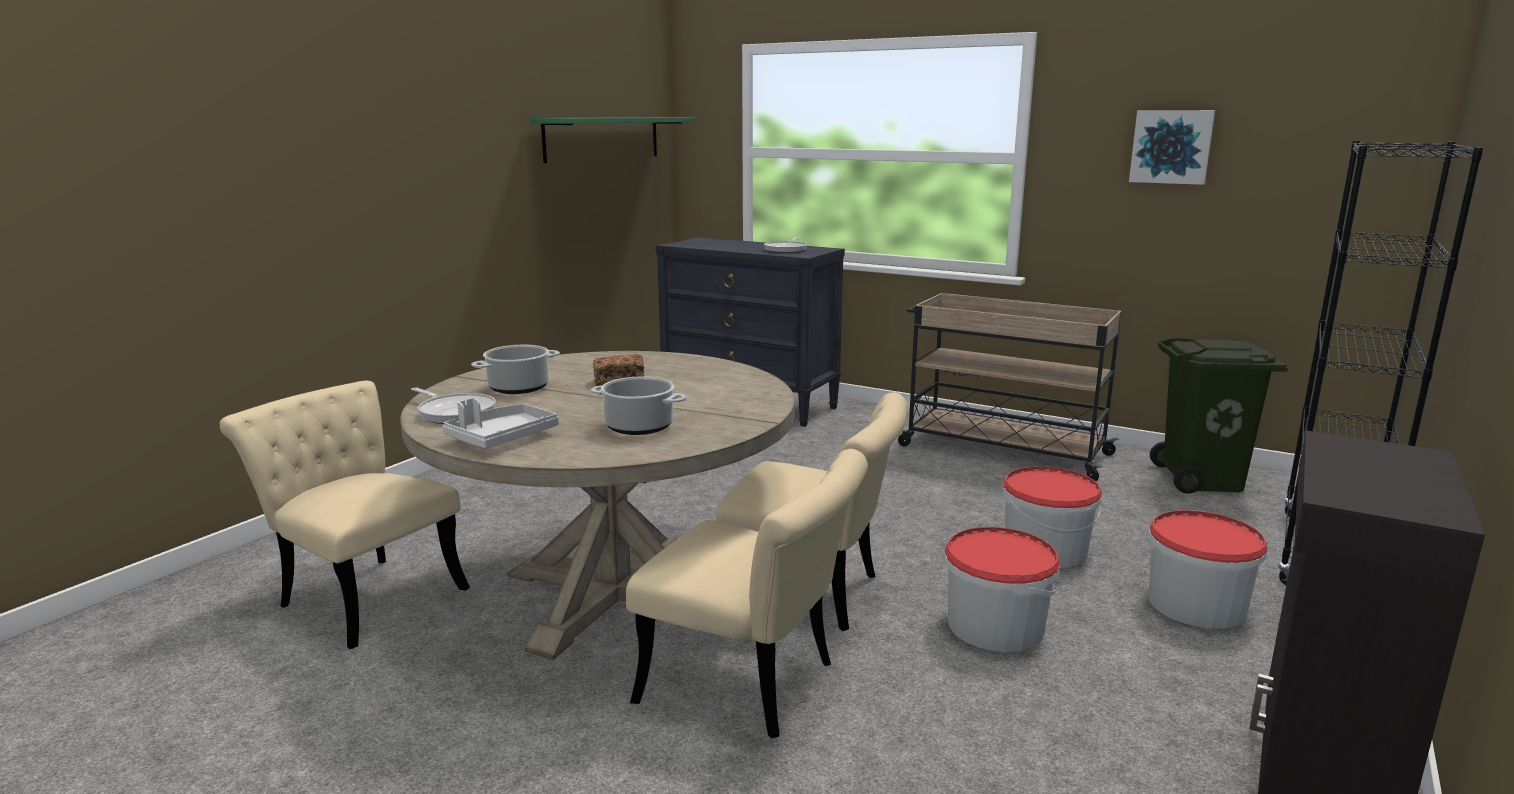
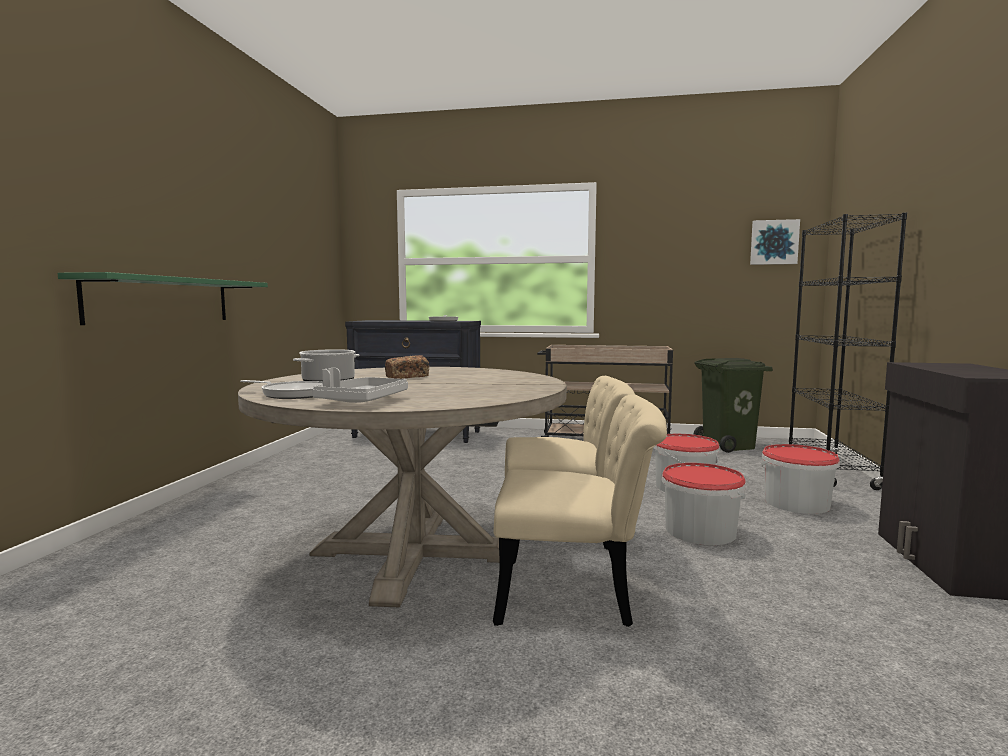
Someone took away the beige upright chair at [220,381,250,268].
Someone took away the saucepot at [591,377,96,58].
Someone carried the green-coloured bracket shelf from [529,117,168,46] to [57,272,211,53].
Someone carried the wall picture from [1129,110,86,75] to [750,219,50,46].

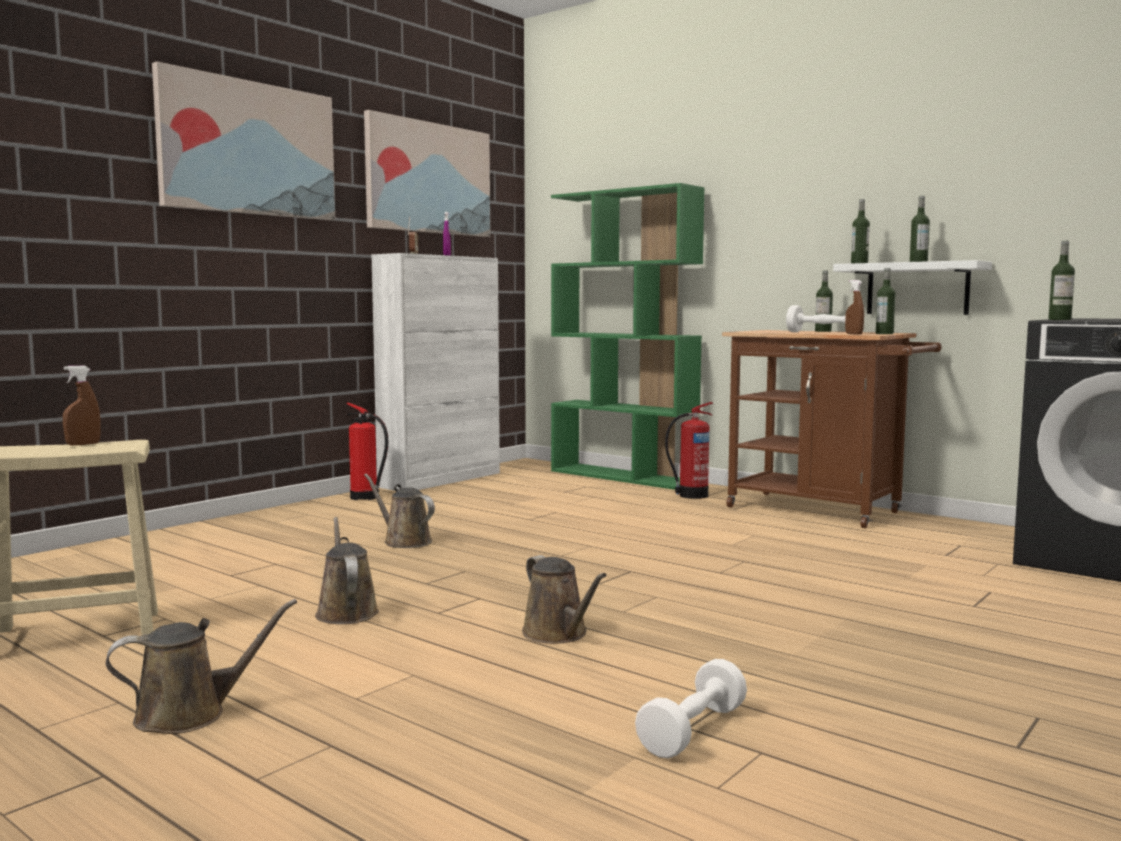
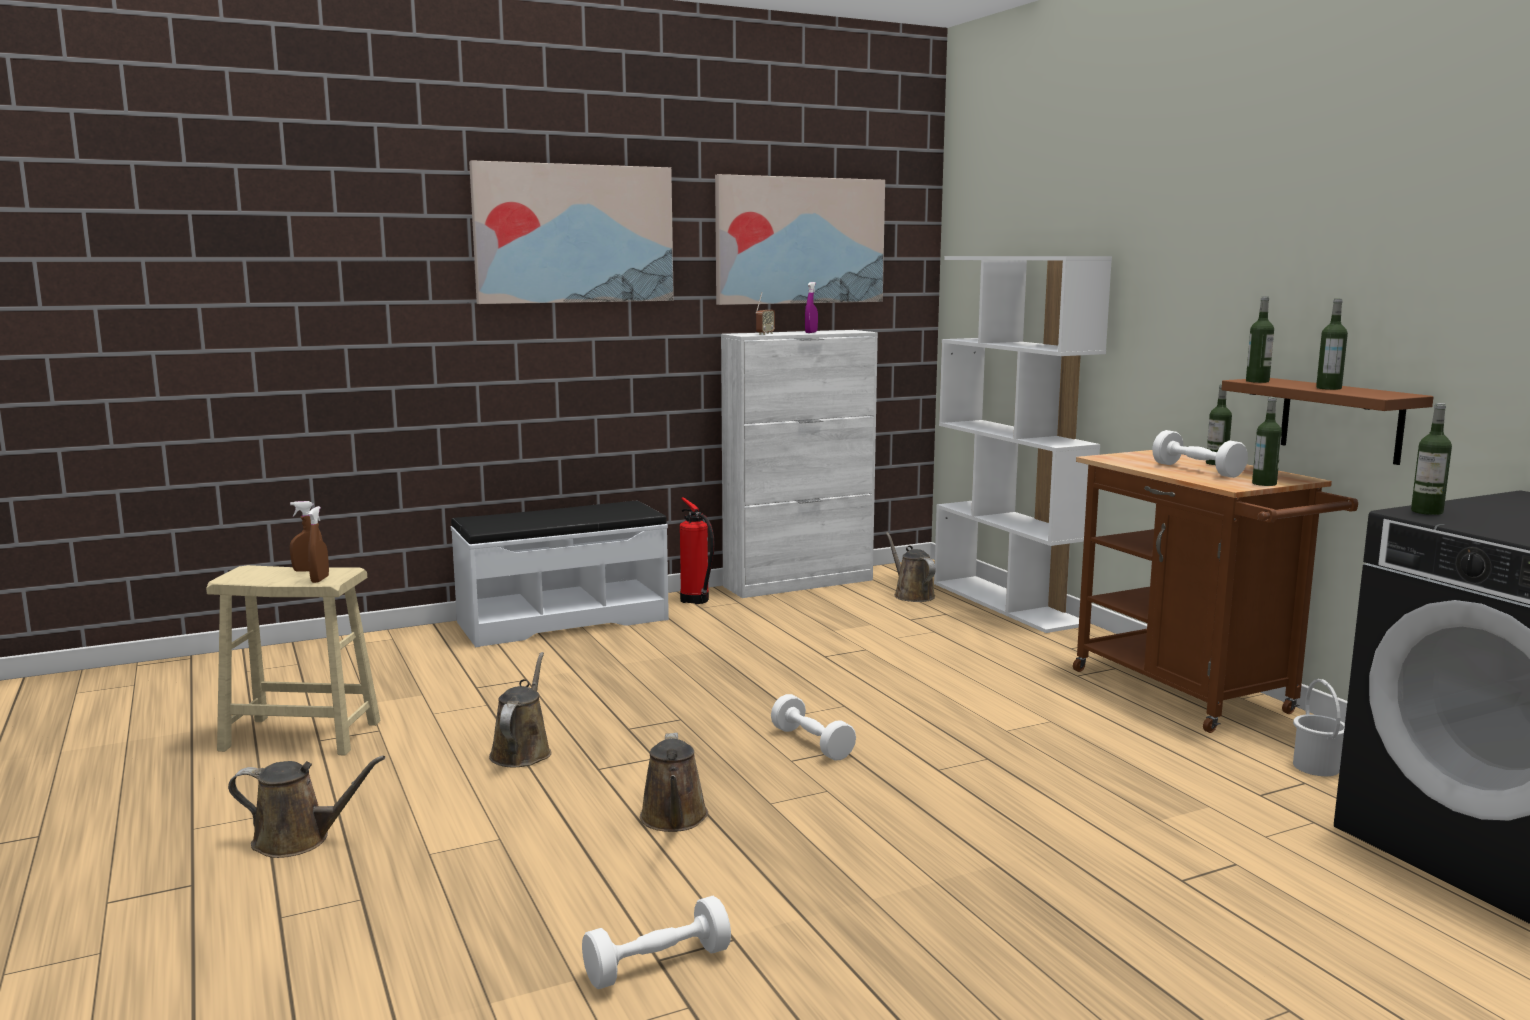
Someone took away the extinguisher at [665,402,48,97].
Someone put down the whitish long seat at [451,501,218,146].
Someone put down the whitish hand weight at [771,694,85,66].
Someone put down the whitish water bucket at [1293,679,52,97].
Someone carried the brown watering can from [364,474,71,74] to [886,532,49,70].
Someone carried the brown sprayer from [845,280,19,55] to [308,506,21,77].
Someone repainted the green-coloured bookcase at [551,183,154,307], which became the whitish bookcase at [934,256,178,377].
Someone repainted the whitish bracket shelf at [833,260,159,55], which became the brown bracket shelf at [1221,378,213,87].

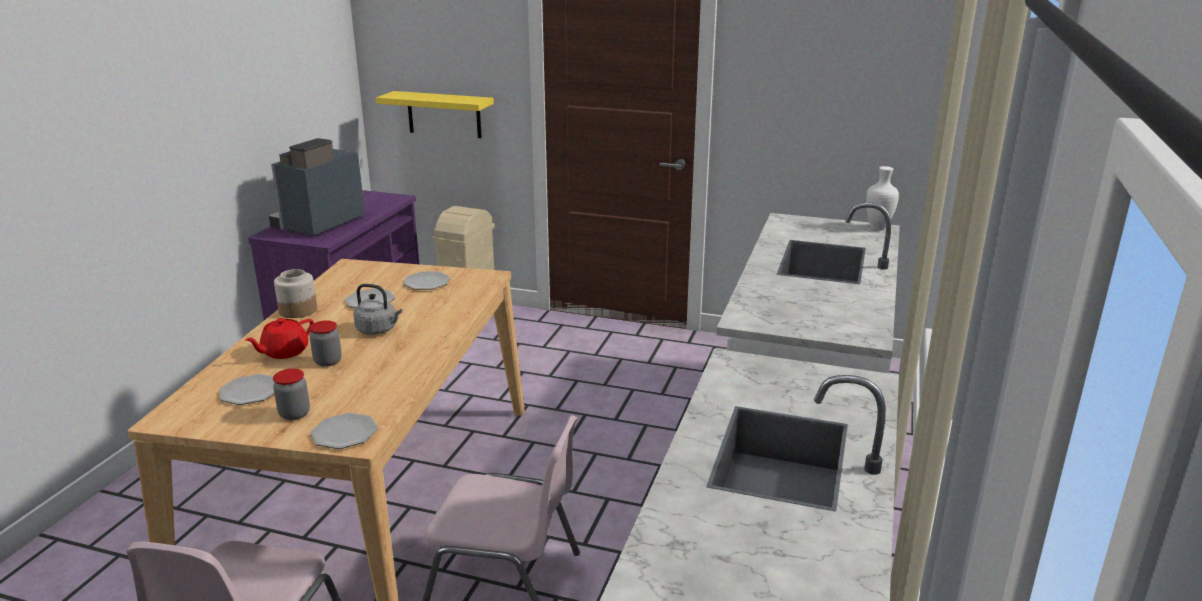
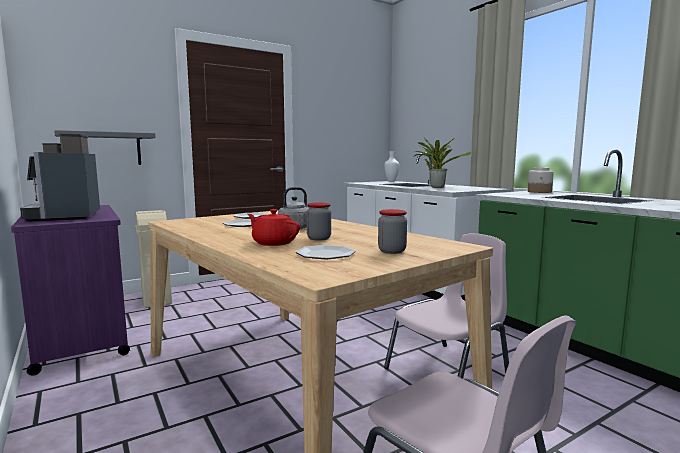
Someone took away the plate at [310,413,68,36].
Someone put down the potted plant at [415,138,56,50].
Someone carried the jar from [274,269,43,49] to [528,168,26,25].
Someone repainted the yellow-coloured bracket shelf at [376,91,118,47], which became the greyish bracket shelf at [54,130,102,35].
Someone rotated the red tea pot at [245,318,69,41] by 135 degrees clockwise.

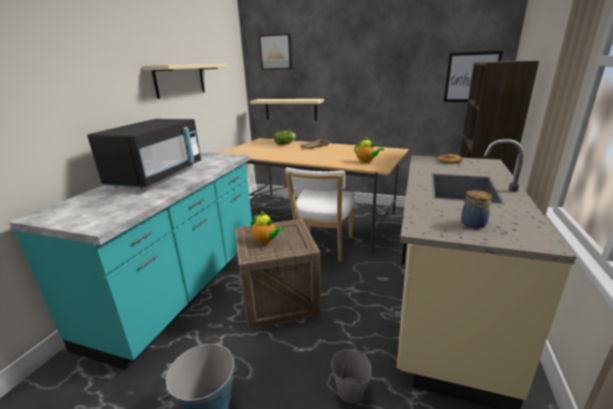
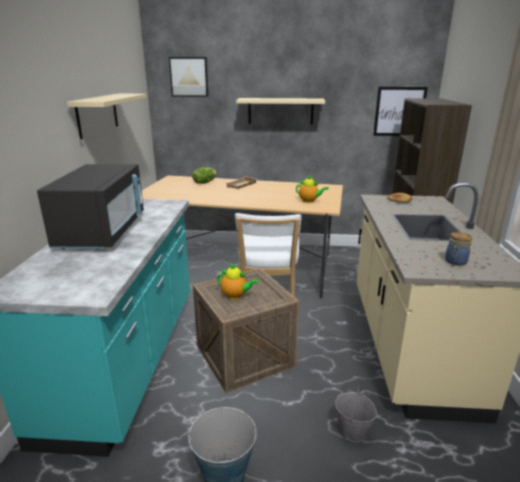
Someone carried the beige bracket shelf from [250,99,74,22] to [236,98,89,27].

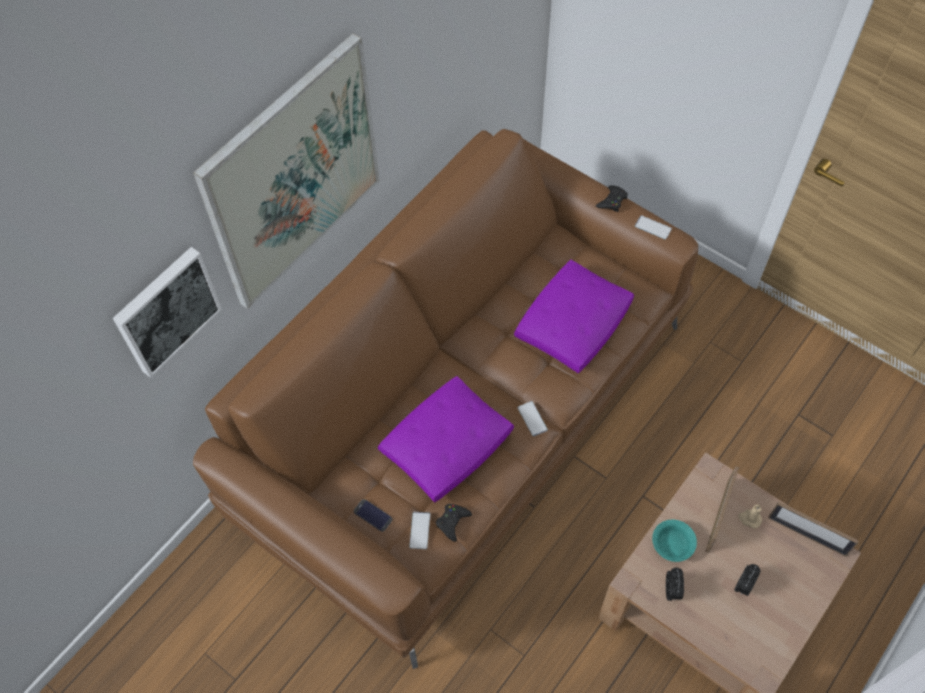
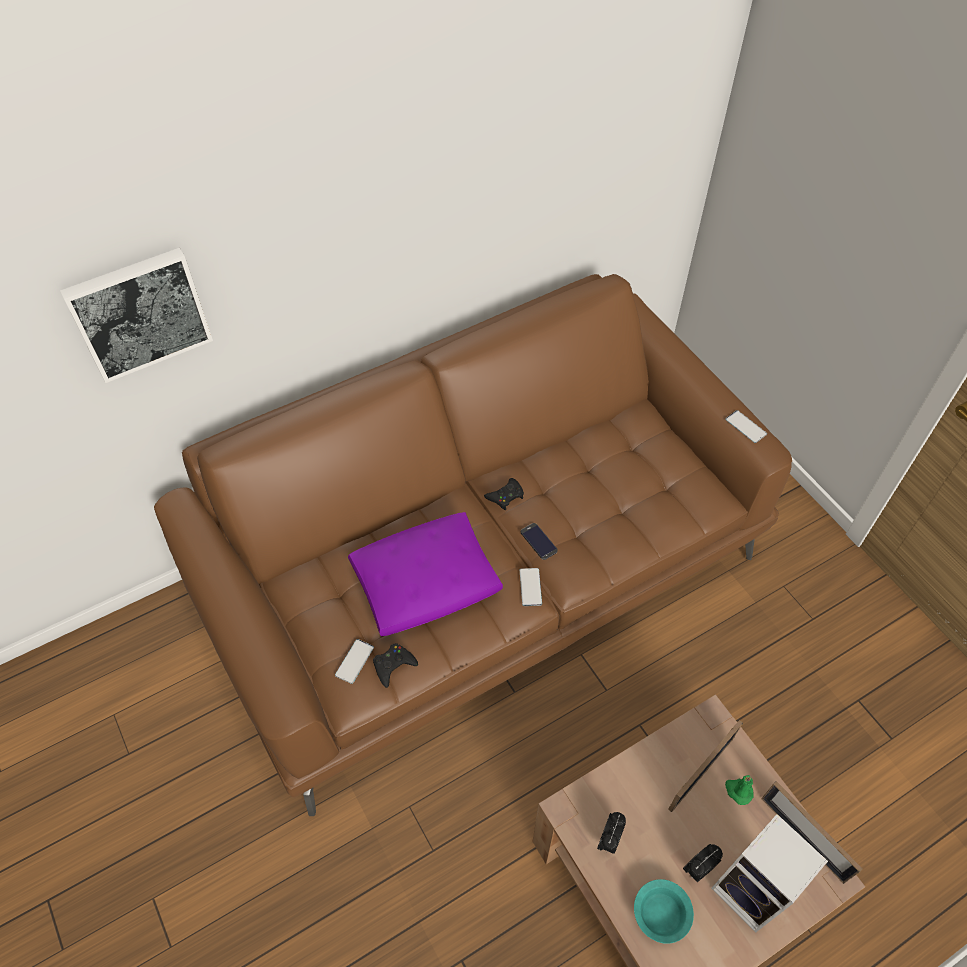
Someone took away the wall picture at [193,33,187,276].
Someone took away the purple throw pillow at [514,260,120,113].
Someone put down the speaker at [711,814,117,119].
Someone carried the phone from [354,499,38,33] to [521,523,37,37].
Someone carried the blackish game controller from [596,185,32,27] to [484,478,40,32].
Someone carried the blue-green serving bowl from [652,520,45,42] to [634,879,60,65].
Someone repainted the beige wax candle at [738,505,24,24], which became the green-coloured wax candle at [725,775,29,30].

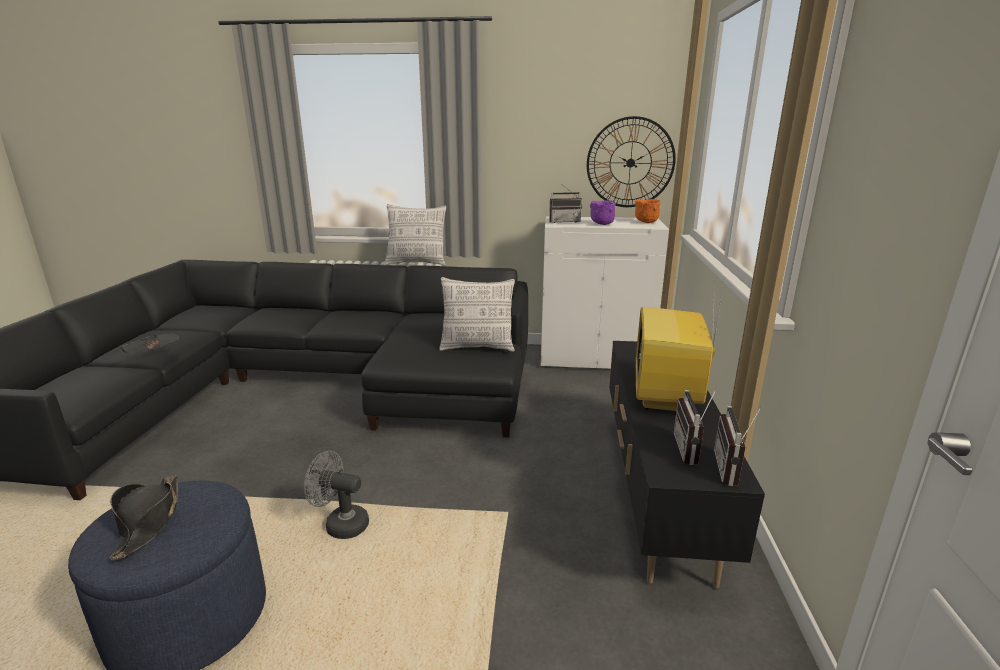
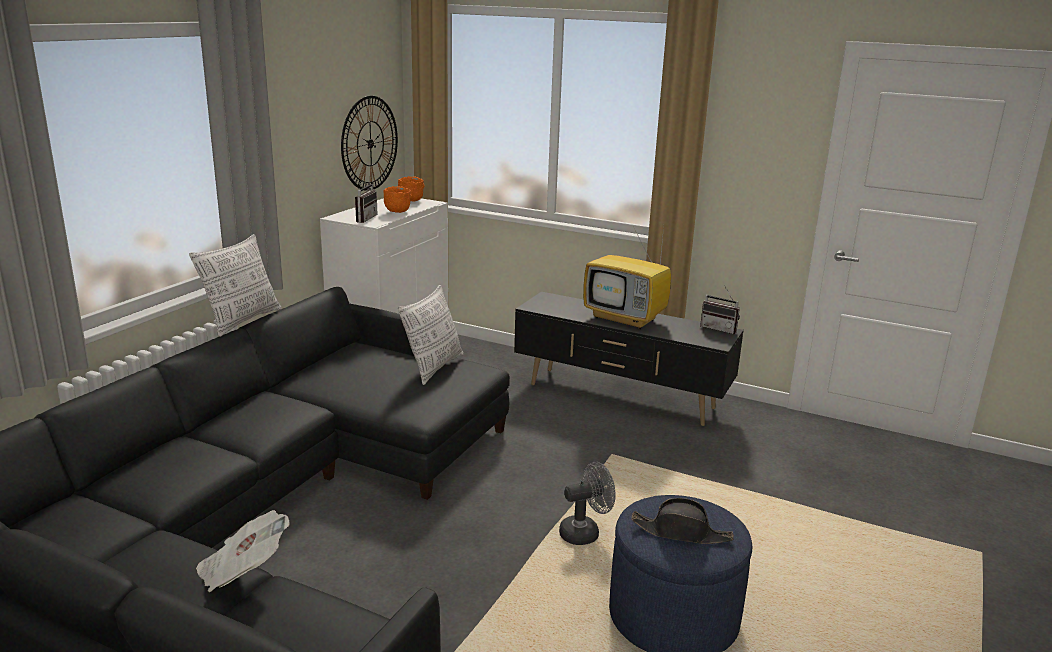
Someone took away the radio receiver at [673,388,44,77].
Someone repainted the purple serving bowl at [590,200,26,25], which became the orange serving bowl at [384,186,28,27].
Someone rotated the greyish cooling fan at [304,450,65,89] by 150 degrees counterclockwise.

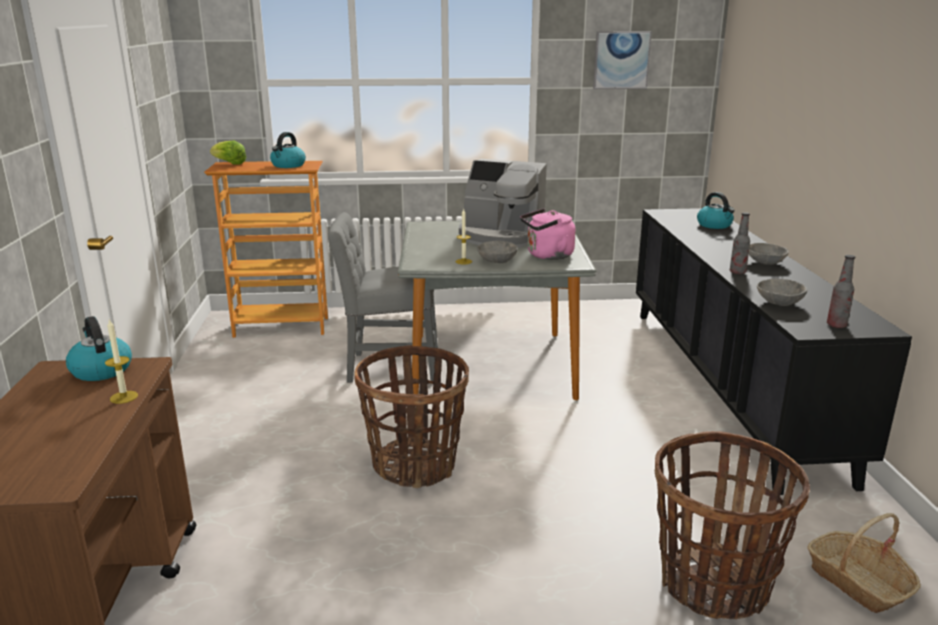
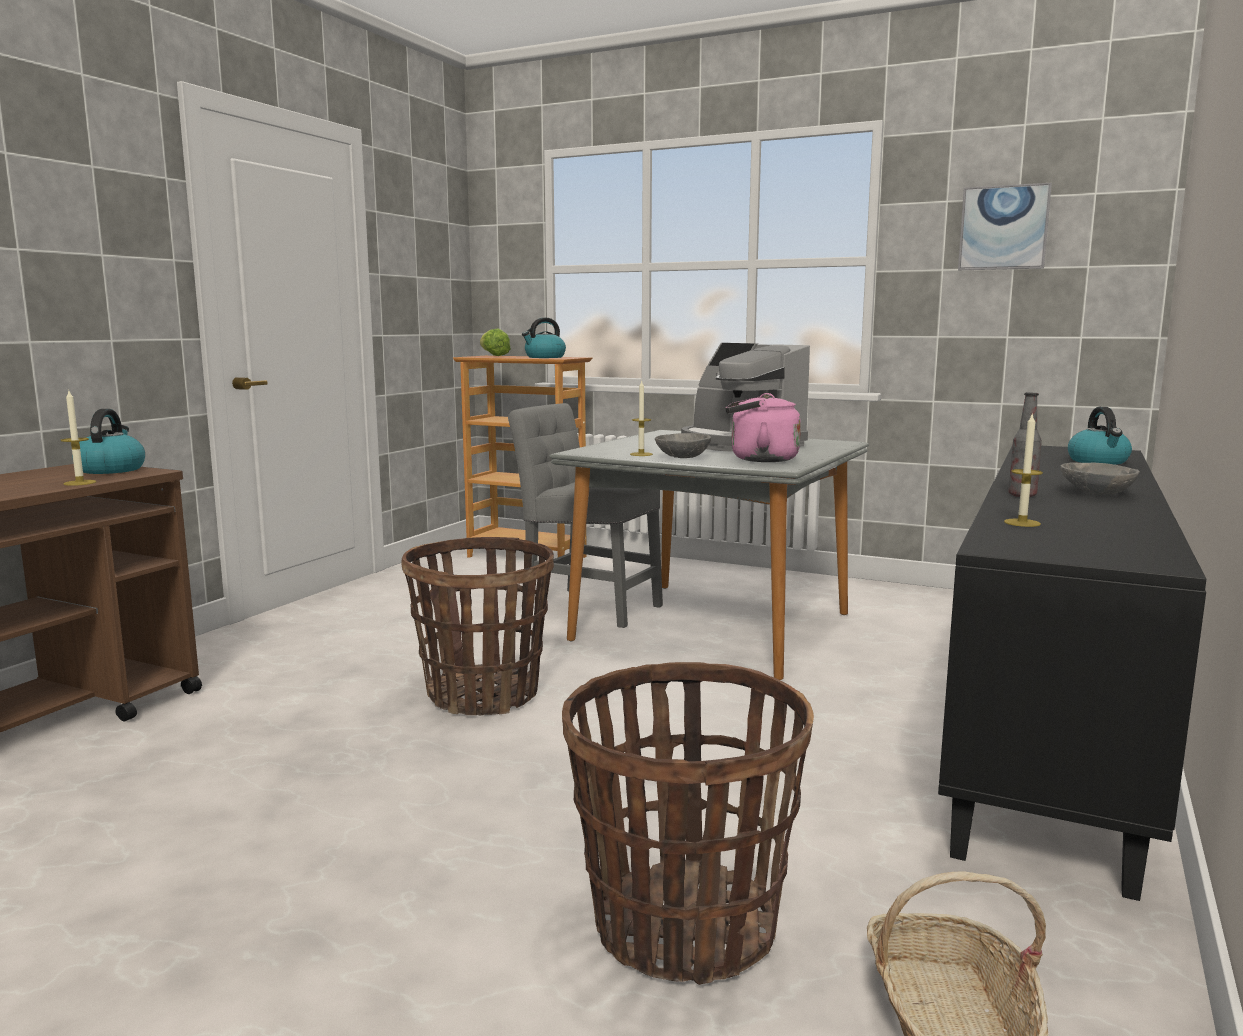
Someone took away the drink bottle at [827,255,28,73].
Someone swapped the greyish serving bowl at [757,279,50,27] for the wax candle at [1004,414,39,113].

